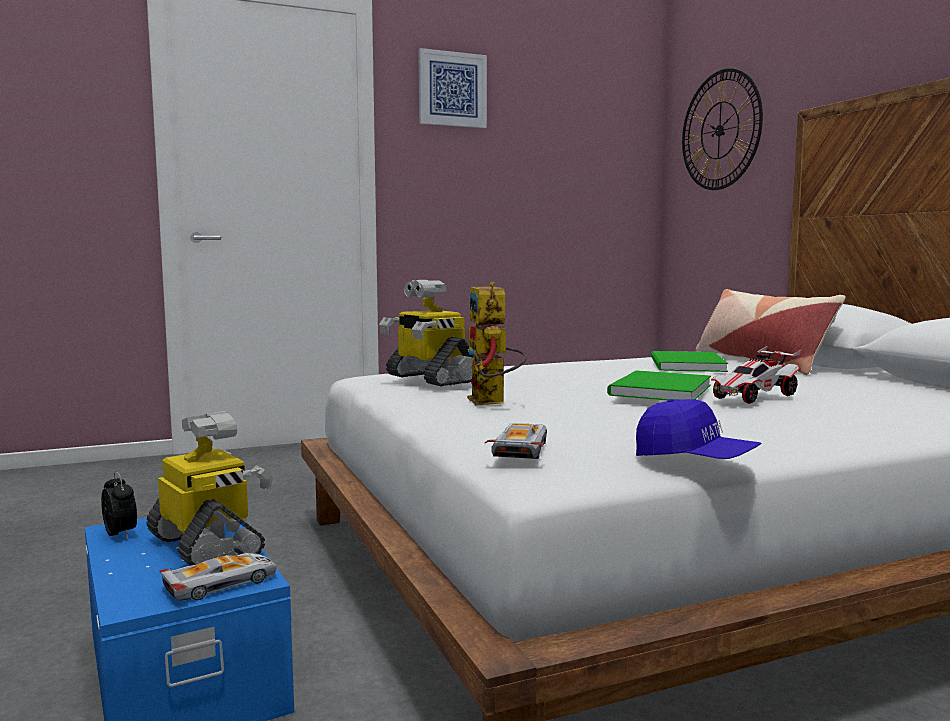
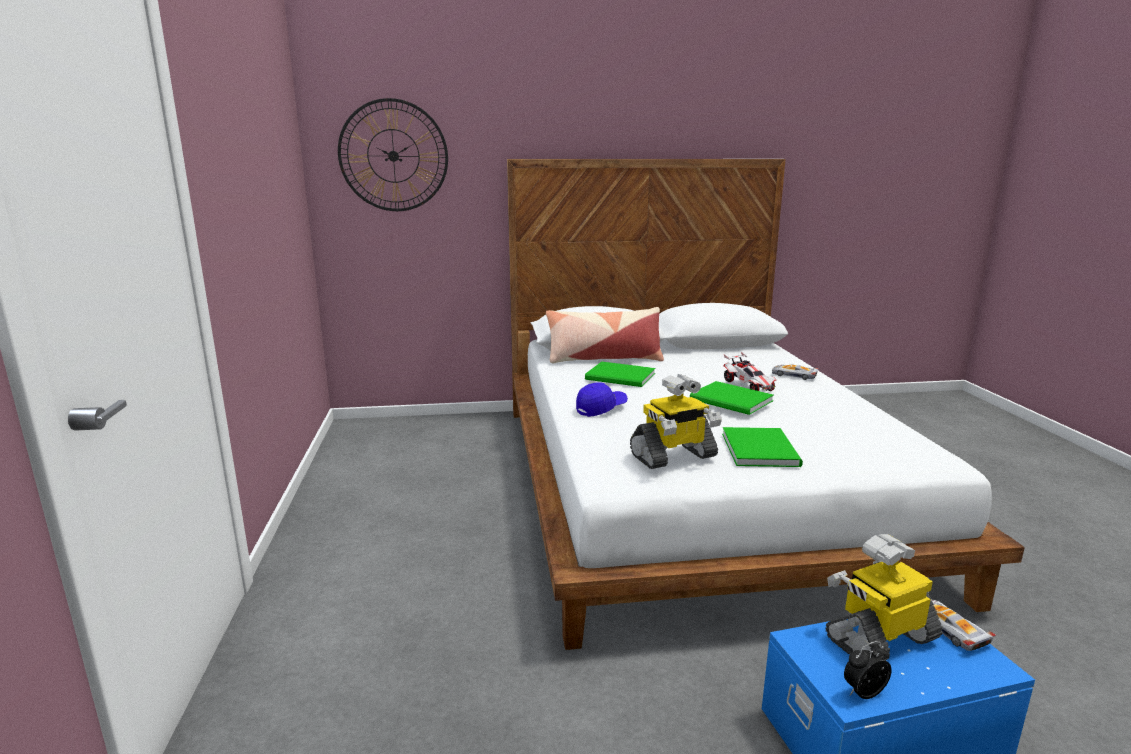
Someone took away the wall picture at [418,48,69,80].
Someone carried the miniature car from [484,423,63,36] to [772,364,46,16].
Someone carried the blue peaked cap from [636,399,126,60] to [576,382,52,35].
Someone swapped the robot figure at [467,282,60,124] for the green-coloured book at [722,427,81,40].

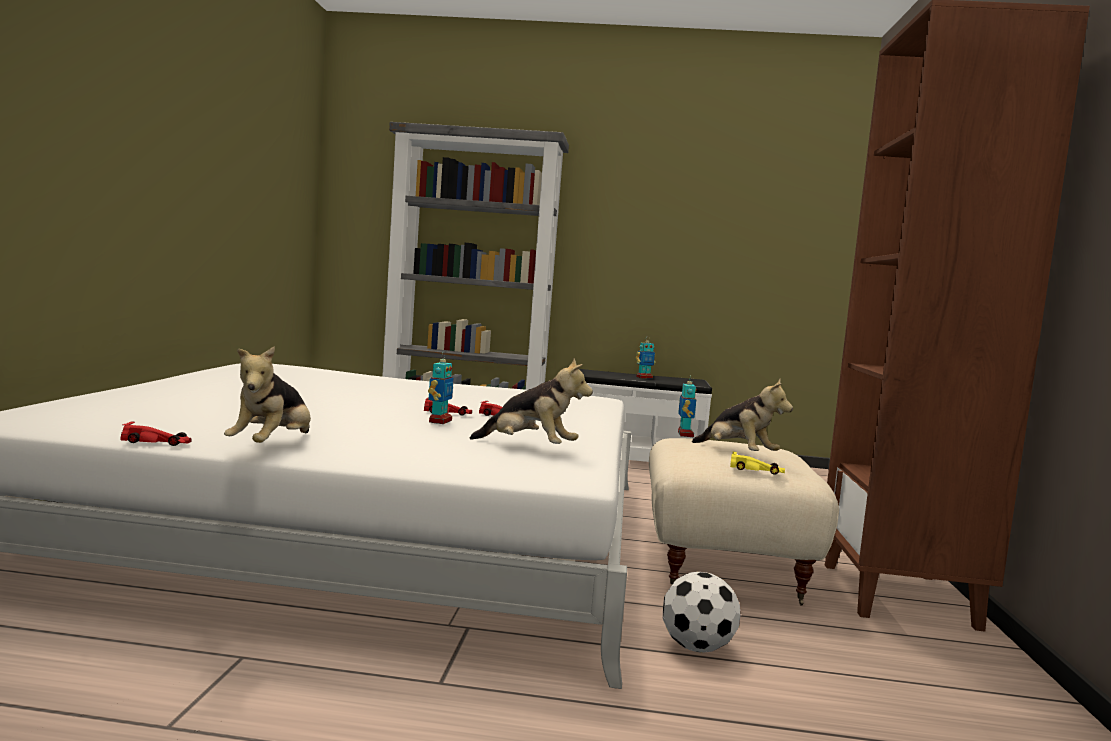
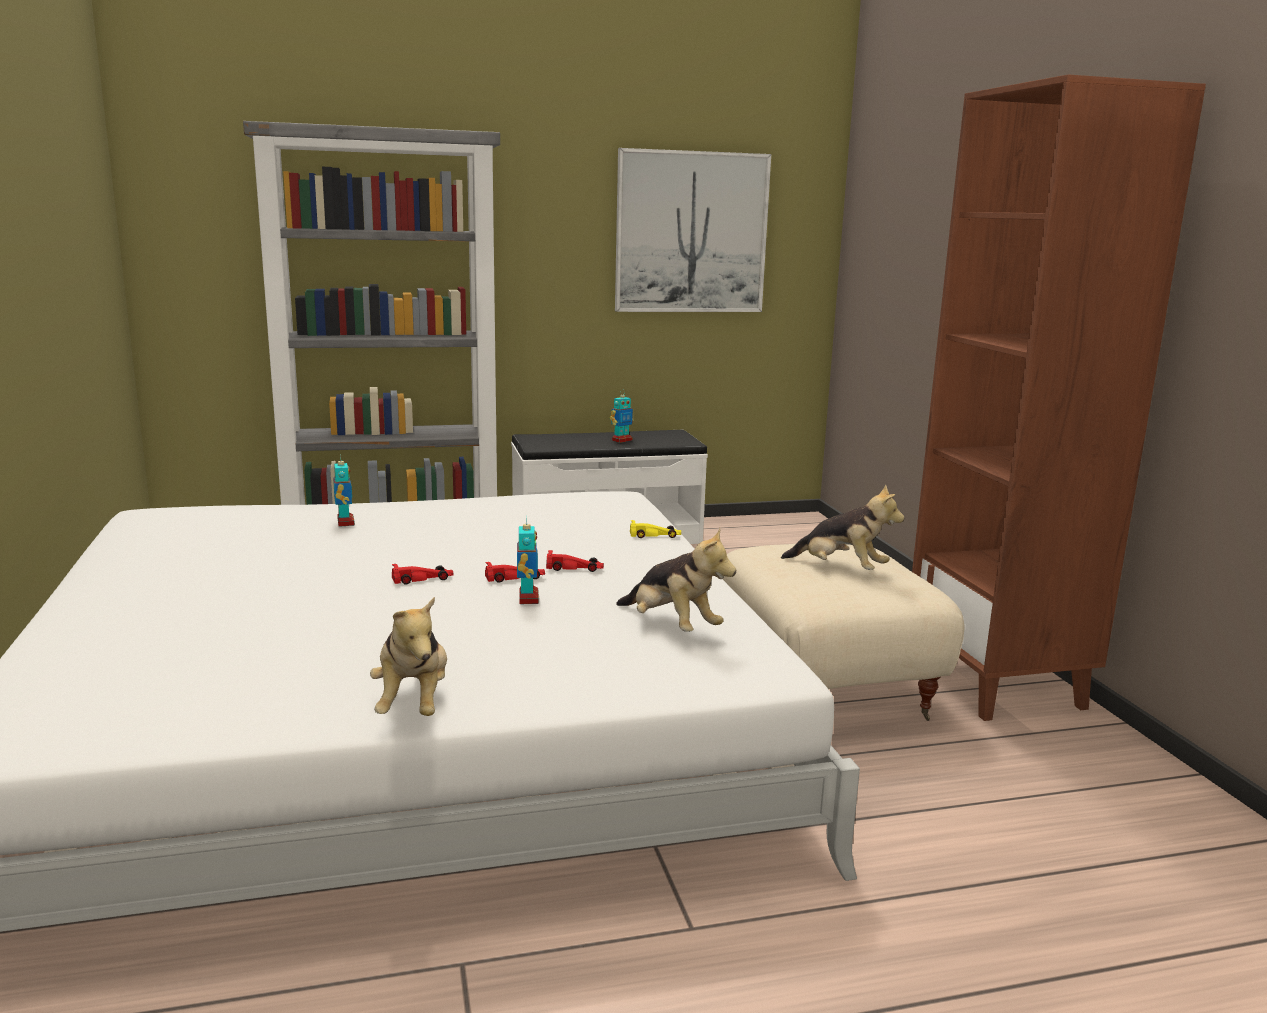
Someone took away the football at [663,572,77,80].
Someone put up the wall picture at [615,148,156,164].
Someone carried the red miniature car from [121,422,71,24] to [392,564,61,20].
Someone carried the robot figure from [678,375,19,62] to [333,454,22,73].
Someone carried the yellow-coloured miniature car from [730,452,55,23] to [630,520,51,18].
Someone rotated the cuddly toy at [470,358,123,86] by 45 degrees clockwise.

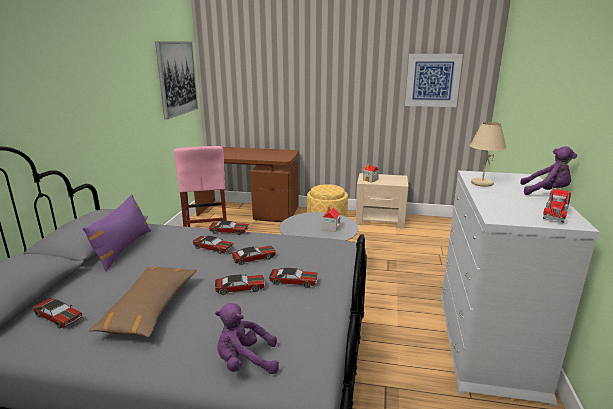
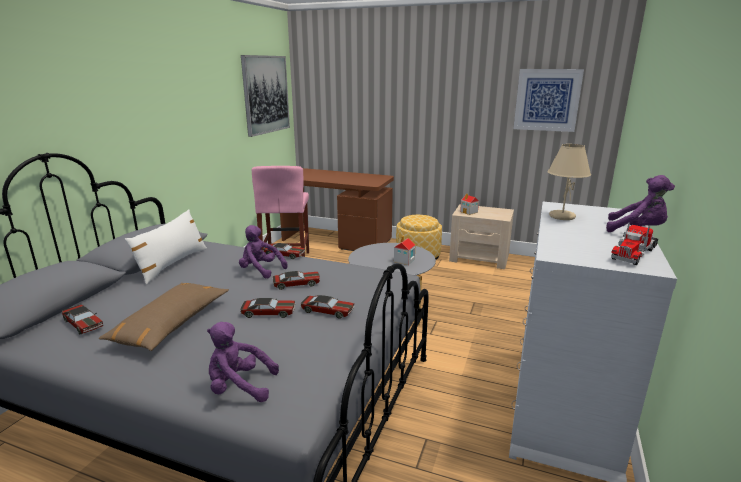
Someone swapped the miniature car at [193,236,41,18] for the purple cuddly toy at [239,225,49,53].
Someone repainted the purple throw pillow at [82,194,69,77], which became the whitish throw pillow at [125,209,82,76].

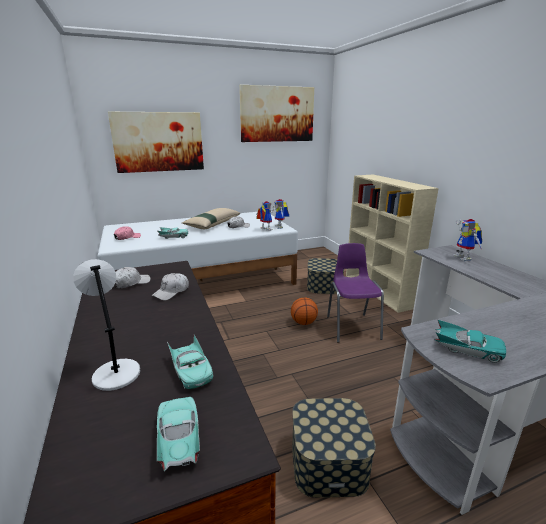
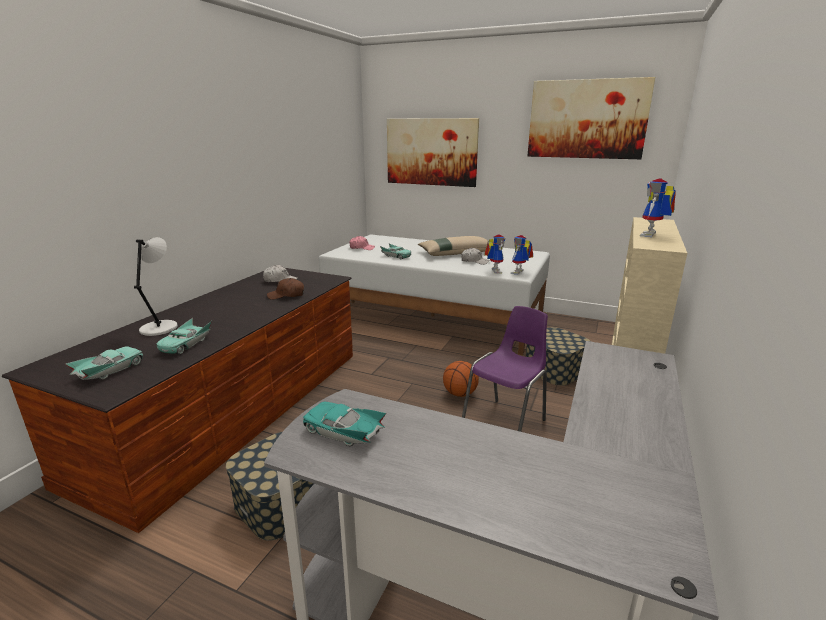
Someone carried the robot figure from [453,219,29,42] to [640,178,36,59].
Someone repainted the whitish peaked cap at [152,273,37,27], which became the brown peaked cap at [267,278,37,22].
Someone rotated the blue-green miniature car at [434,319,72,44] by 135 degrees clockwise.

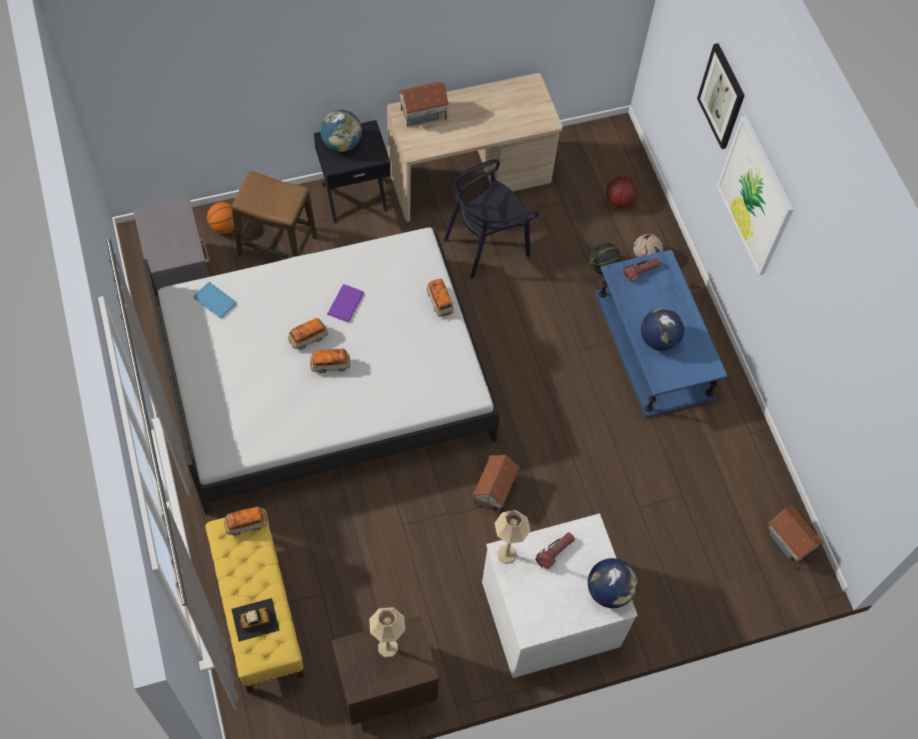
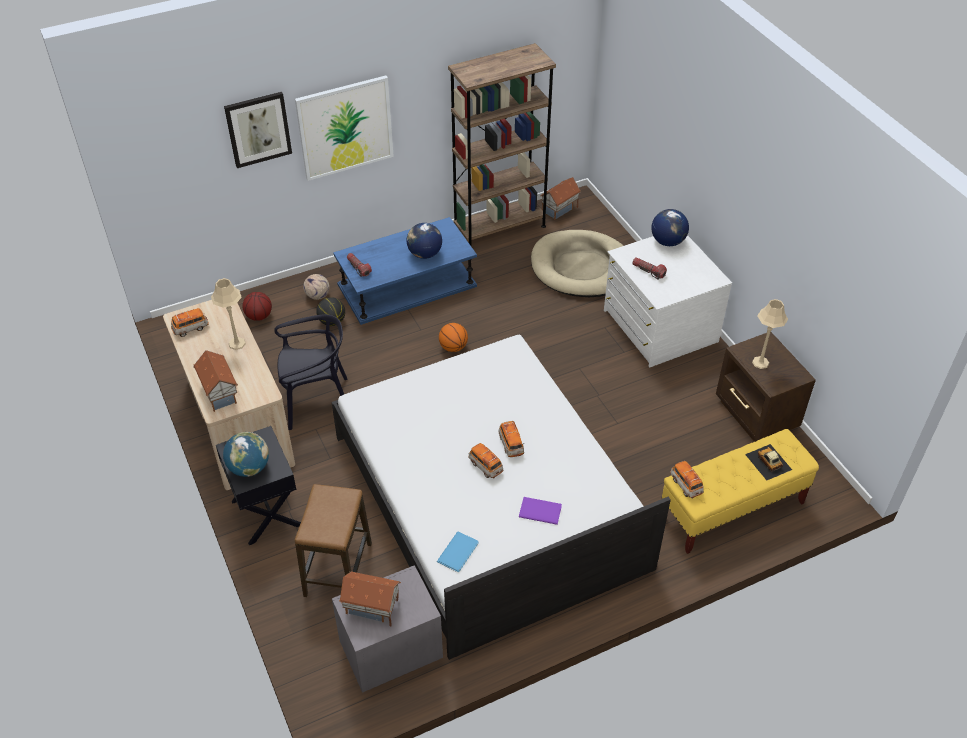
Someone put down the brown bookcase at [448,43,108,204].
Someone put down the beige pet bed at [531,230,93,67].
Someone carried the basketball from [207,202,28,32] to [439,323,29,29].
Someone carried the purple book from [327,284,37,38] to [519,497,43,28].
Someone carried the miniature car from [427,279,27,38] to [171,308,38,29].
Someone carried the miniature house from [473,455,47,59] to [339,572,62,54].
Someone carried the beige lamp for a table from [494,510,37,54] to [211,278,35,72].
Someone rotated the blackish upright chair at [444,159,95,119] by 60 degrees counterclockwise.

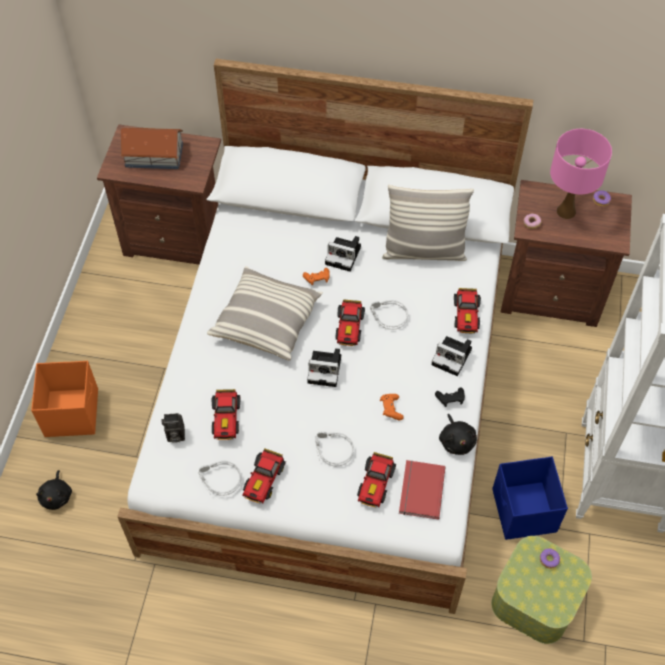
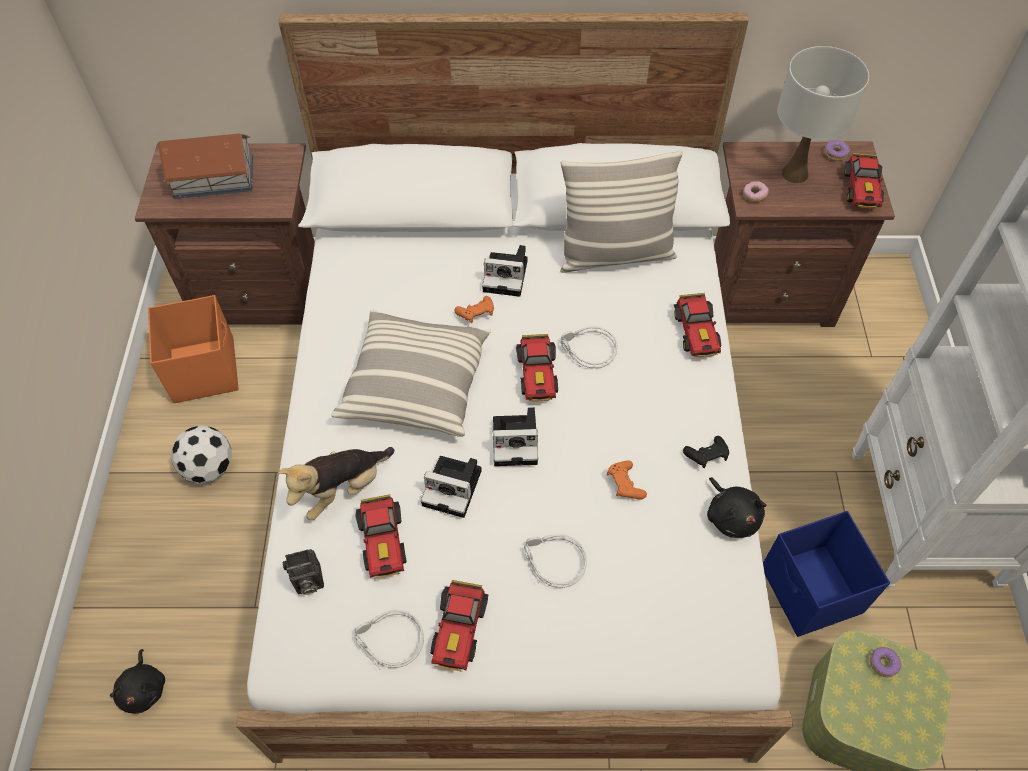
Someone took away the red book at [399,460,46,60].
Someone put down the football at [171,426,61,58].
Someone put down the cuddly toy at [278,447,116,73].
Someone carried the orange storage box from [31,361,67,76] to [148,295,91,108].
Someone carried the miniature car from [357,452,39,55] to [844,153,40,56].
Someone carried the still camera from [432,336,40,40] to [421,456,61,62].
Someone repainted the pink lamp for a table at [550,129,62,90], which became the whitish lamp for a table at [777,46,92,137].

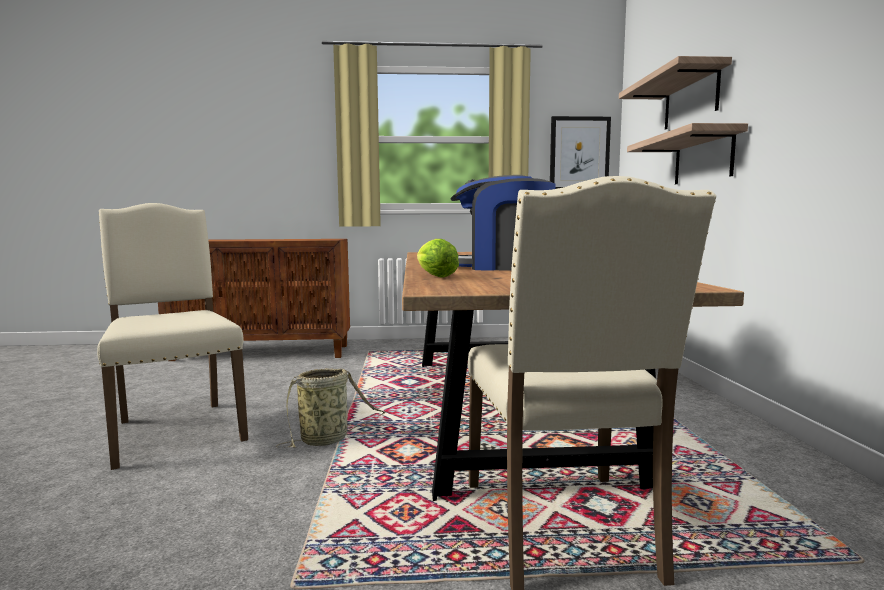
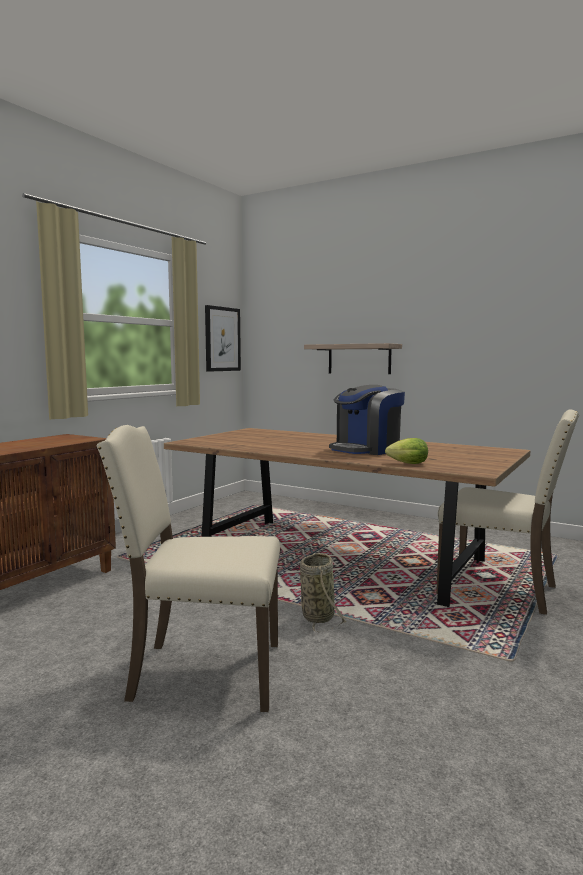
Someone took away the bracket shelf at [619,56,113,73].

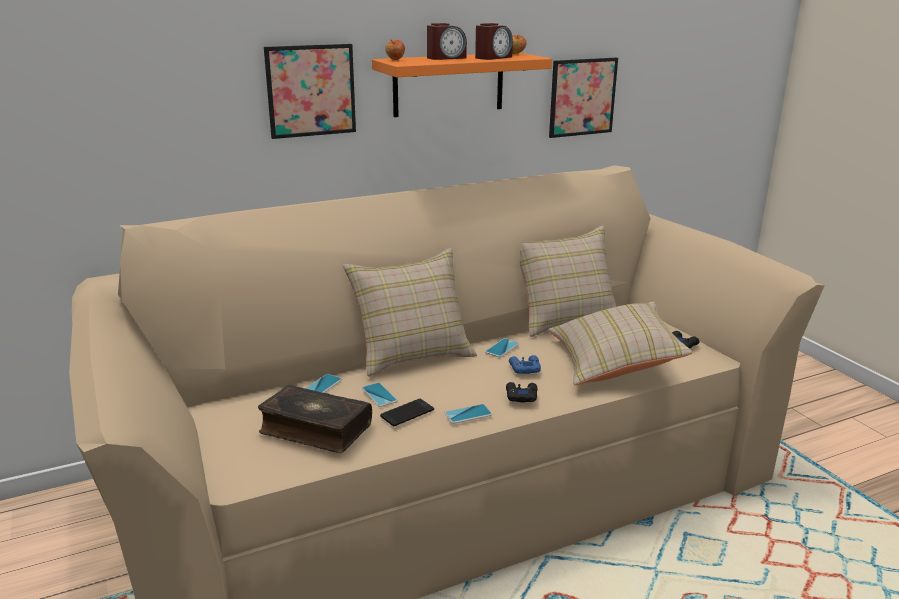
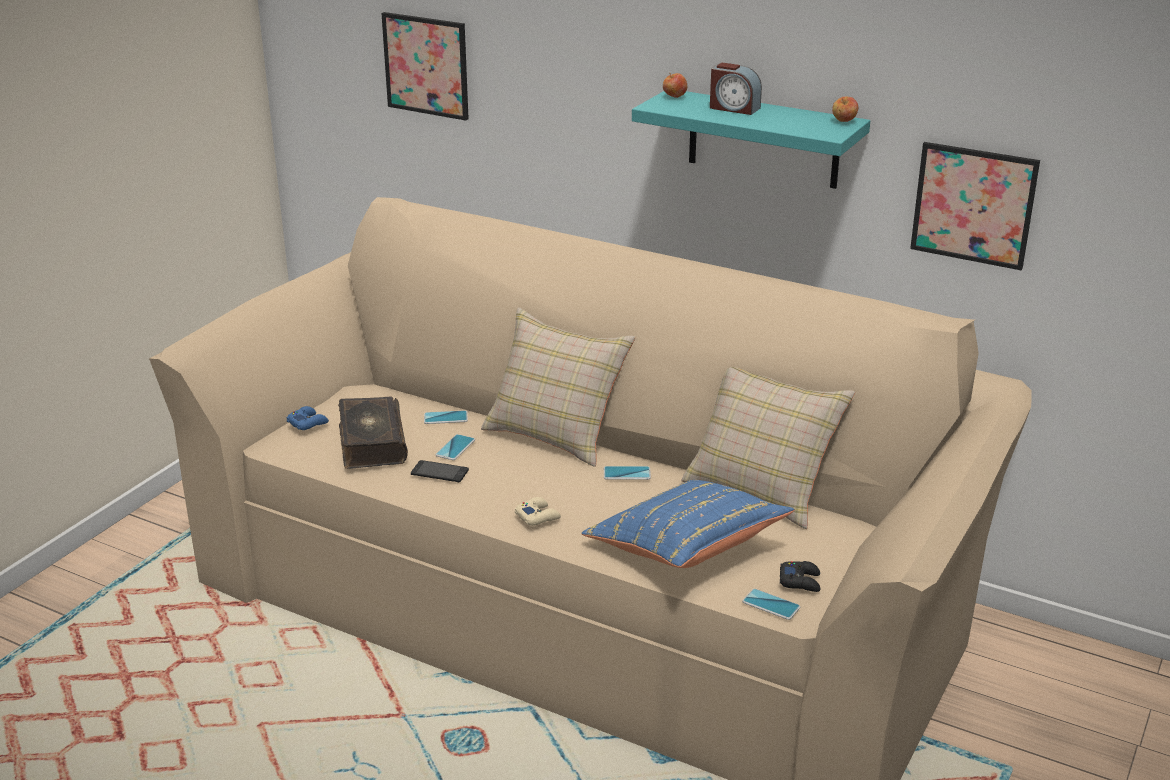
Someone took away the bedside clock at [475,23,38,37].
Someone carried the wall picture from [264,44,92,95] to [381,12,88,109].
Someone carried the phone from [445,404,47,20] to [742,589,58,31].
Someone carried the blue game controller from [509,355,32,19] to [286,406,43,24].
Someone repainted the orange bracket shelf at [372,53,180,64], which became the blue-green bracket shelf at [632,91,238,98].
Someone repainted the blackish game controller at [506,382,31,20], which became the beige game controller at [515,497,46,29].
Someone repainted the beige throw pillow at [548,301,145,84], which became the blue throw pillow at [581,480,214,88].

